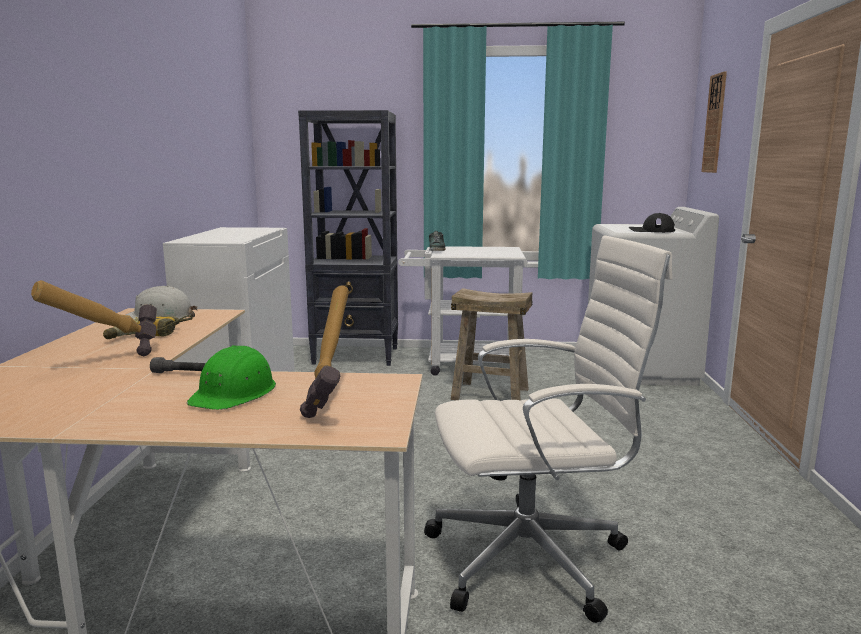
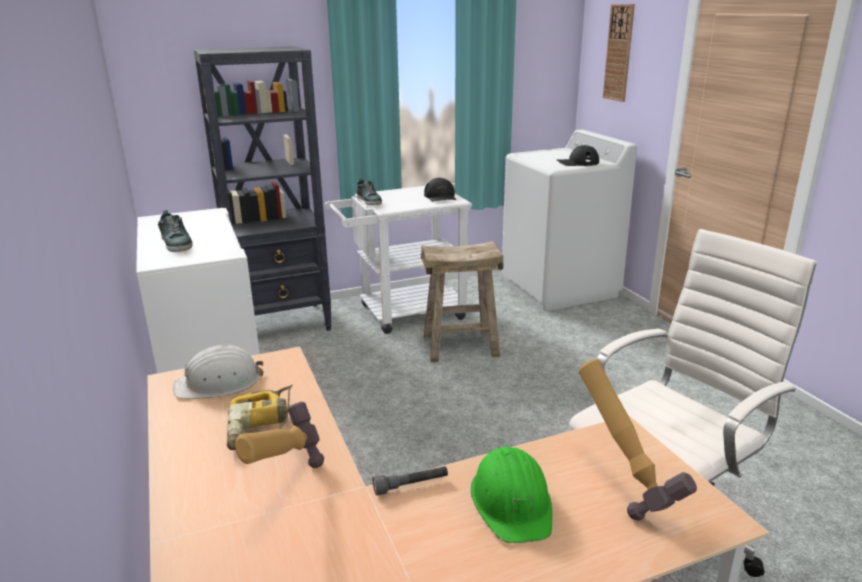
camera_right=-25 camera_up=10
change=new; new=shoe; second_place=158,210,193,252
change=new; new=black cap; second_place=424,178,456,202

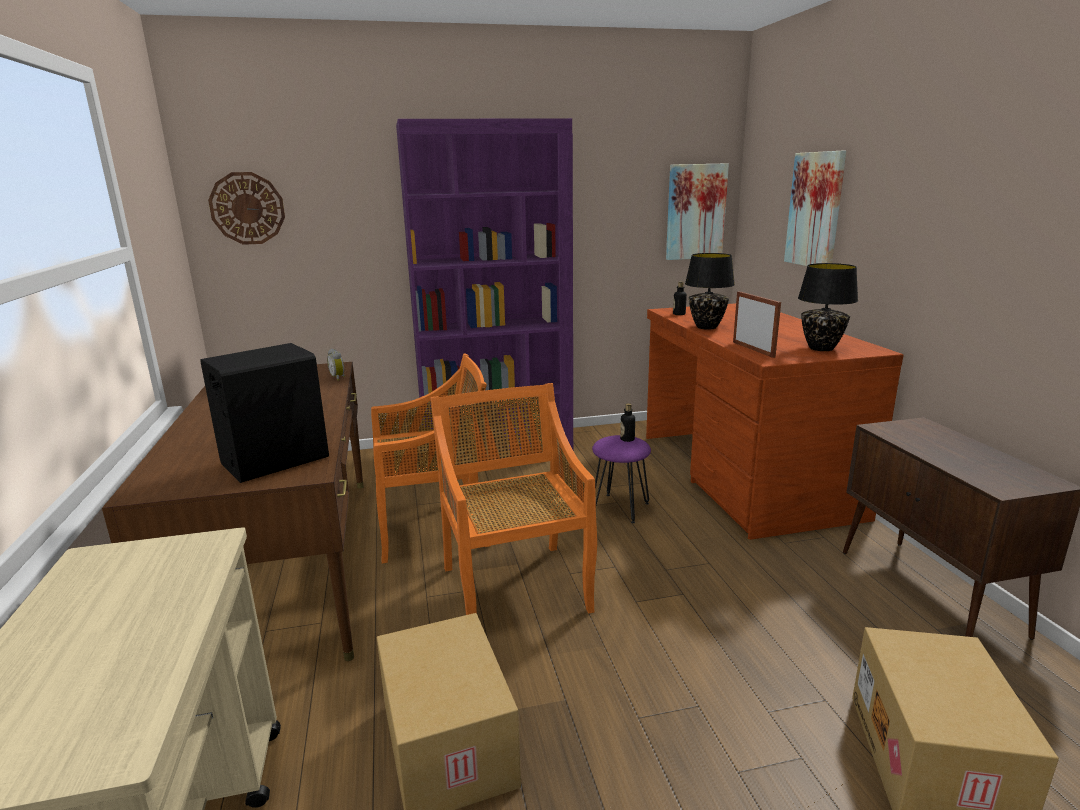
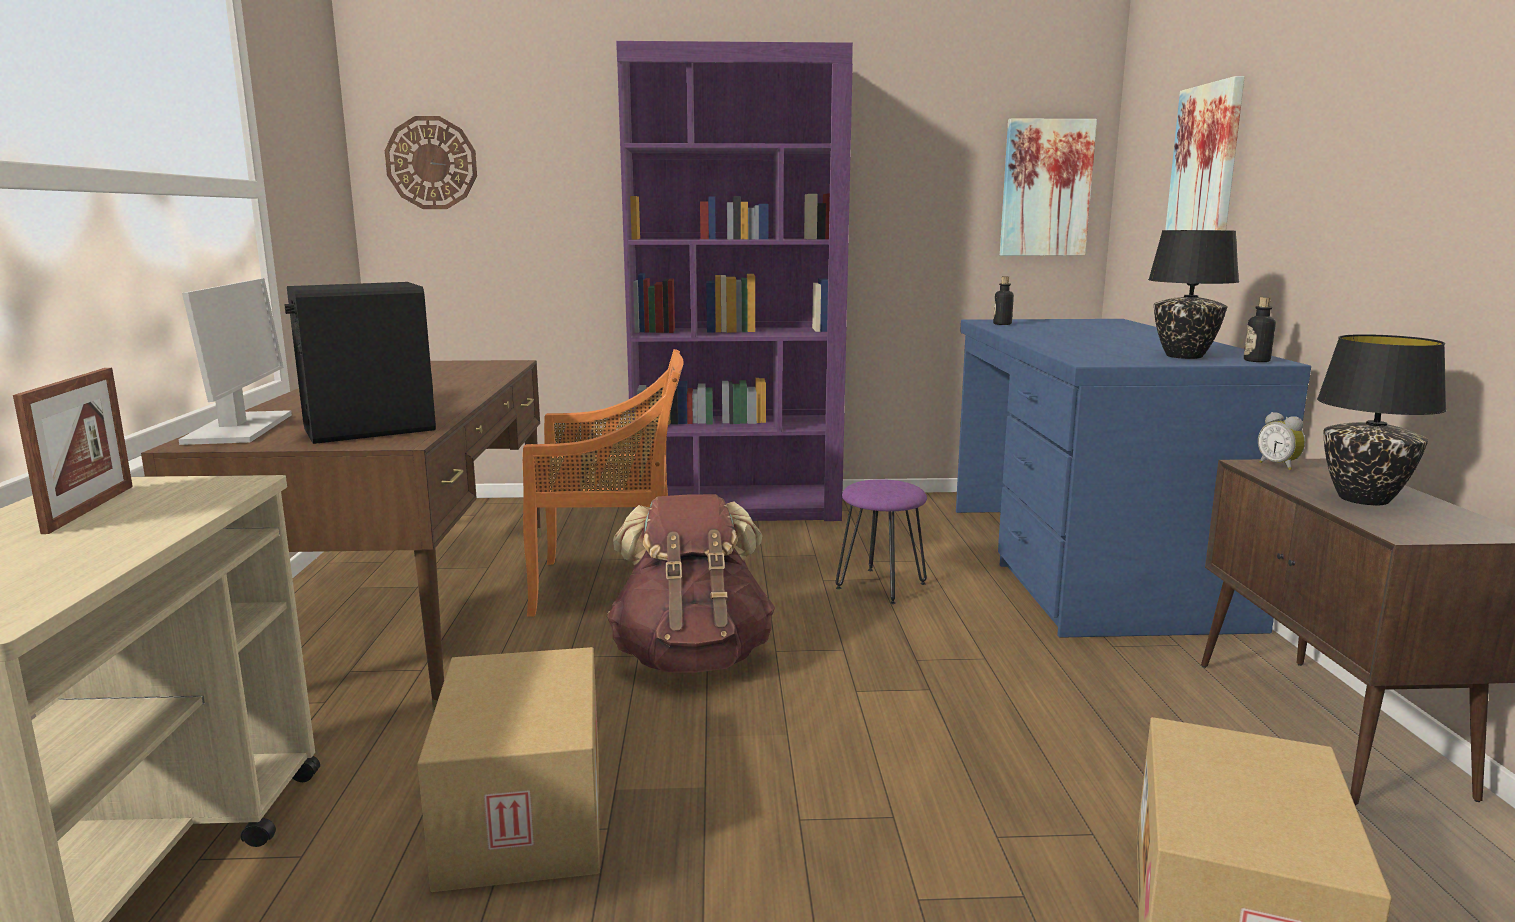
camera_right=10 camera_up=-5
change=shifted; old=alarm clock; first_place=327,349,345,381; second_place=1258,412,1305,471
change=swapped; old=orange chair; new=brown backpack; first_place=430,383,597,615; second_place=607,494,775,673
change=shifted; old=bottle; first_place=620,403,635,442; second_place=1244,297,1276,362
change=repainted; old=brown desk; new=blue desk; first_place=646,303,904,540; second_place=956,319,1311,638
change=shifted; old=black table lamp; first_place=685,253,735,330; second_place=1317,334,1447,505
change=shifted; old=picture frame; first_place=733,291,781,358; second_place=13,368,133,534
change=new; new=monitor; second_place=178,278,292,445

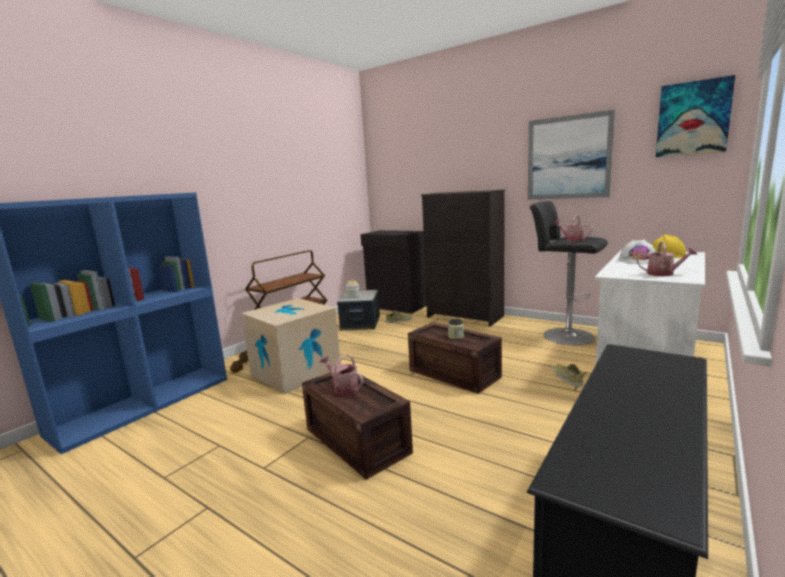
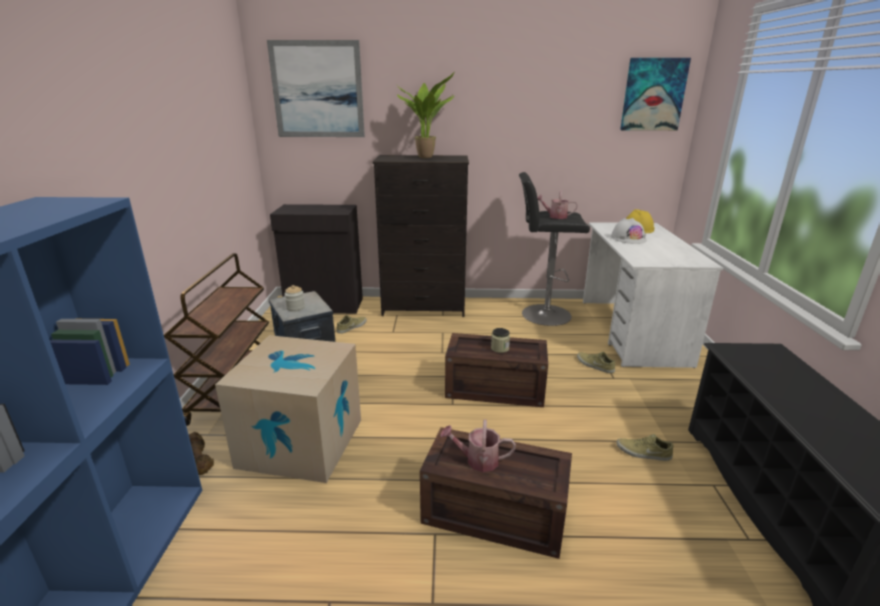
camera_right=-35 camera_up=10
change=shifted; old=picture; first_place=528,109,615,200; second_place=267,40,365,137
change=gone; old=watering can; first_place=636,241,698,276
change=new; new=potted plant; second_place=397,71,455,158
change=new; new=beige shoe; second_place=616,434,673,461

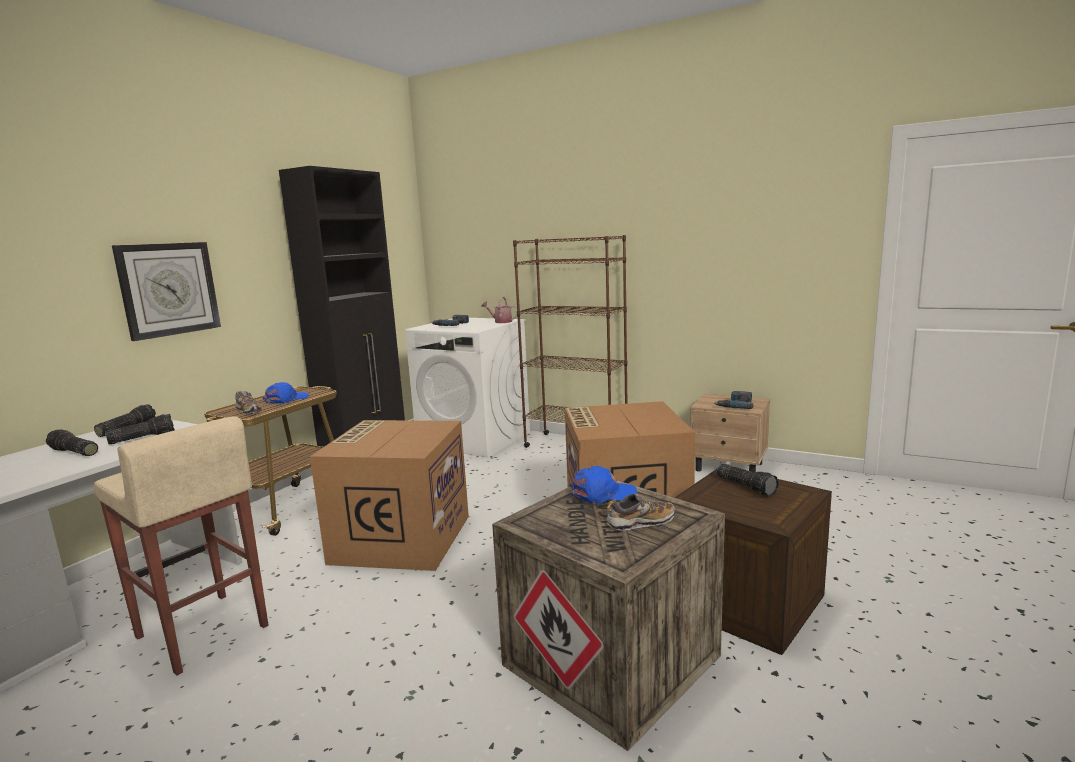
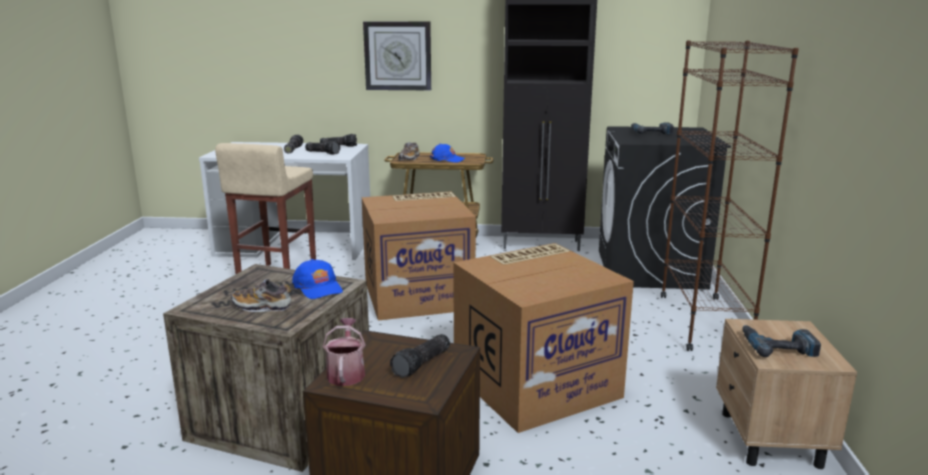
camera_right=65 camera_up=5
change=repainted; old=white washing machine; new=black washing machine; first_place=405,318,530,458; second_place=599,126,731,290
change=shifted; old=watering can; first_place=481,296,517,323; second_place=323,318,366,386
change=rotated; old=shoe; first_place=606,493,675,530; second_place=231,279,292,312; degrees=135

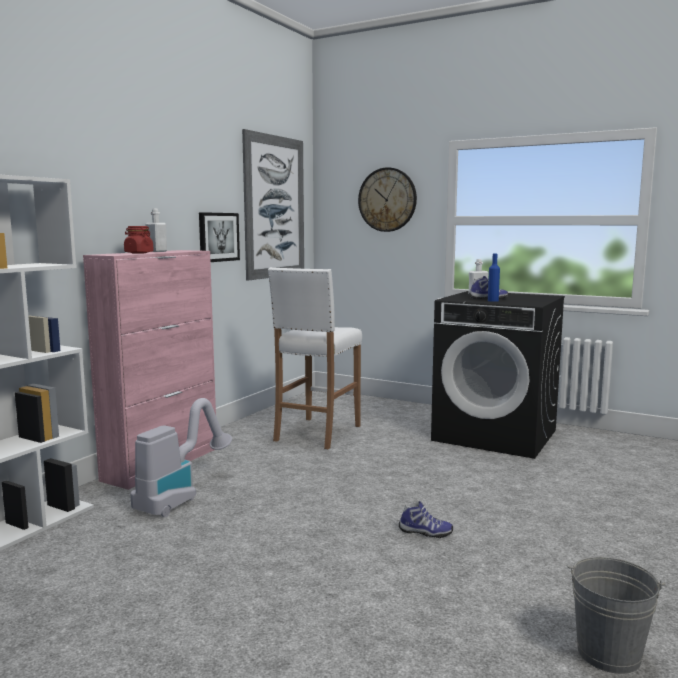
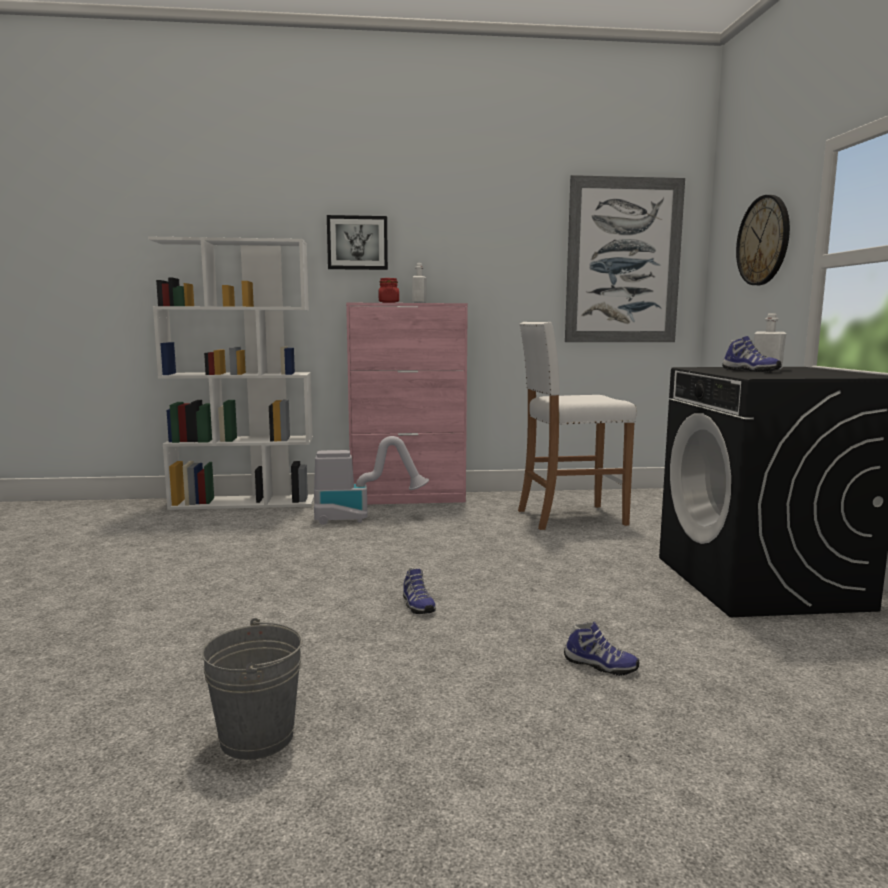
camera_right=55 camera_up=0
change=shifted; old=picture; first_place=199,212,240,262; second_place=327,215,388,270
change=gone; old=blue bottle; first_place=488,254,500,302
change=new; new=shoe; second_place=564,622,639,676

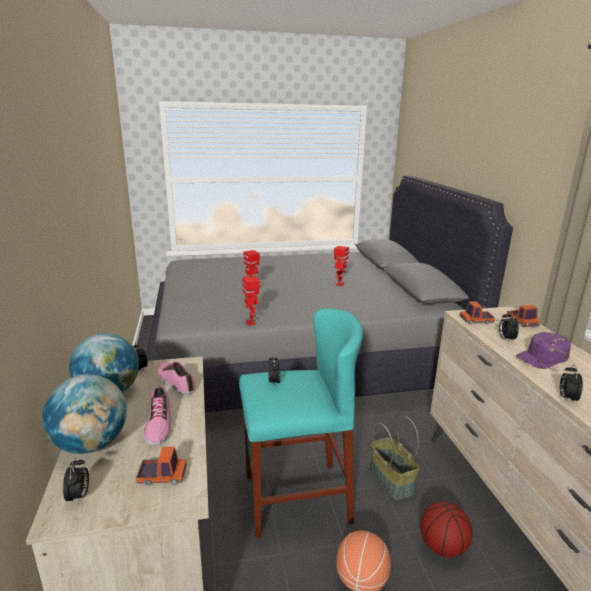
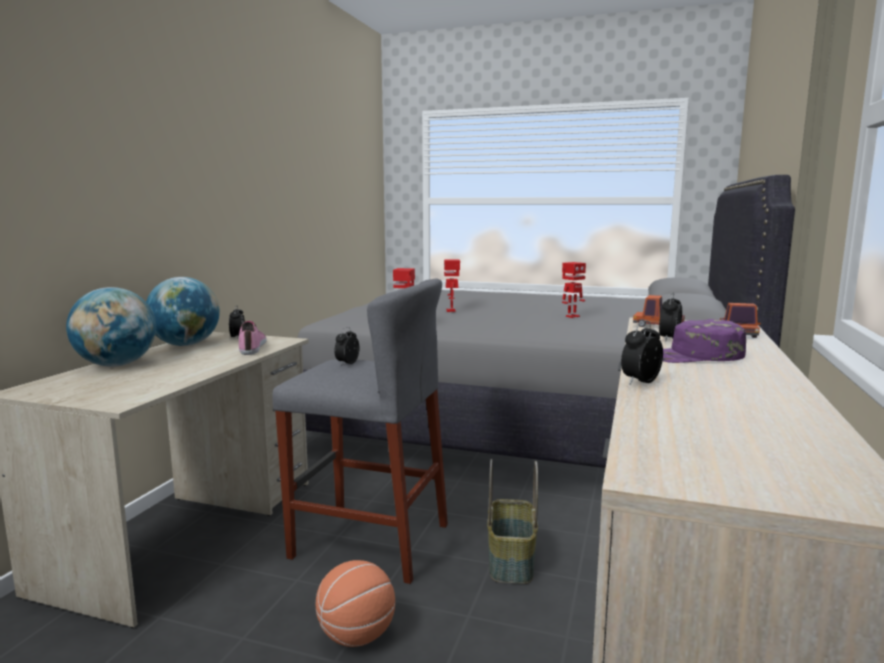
camera_right=30 camera_up=-10
change=gone; old=alarm clock; first_place=63,458,89,504
change=gone; old=toy truck; first_place=136,447,187,485
change=gone; old=shoe; first_place=144,386,171,445
change=repainted; old=turquoise stool; new=grey stool; first_place=239,308,363,538; second_place=273,278,448,584
change=gone; old=basketball; first_place=420,501,473,558

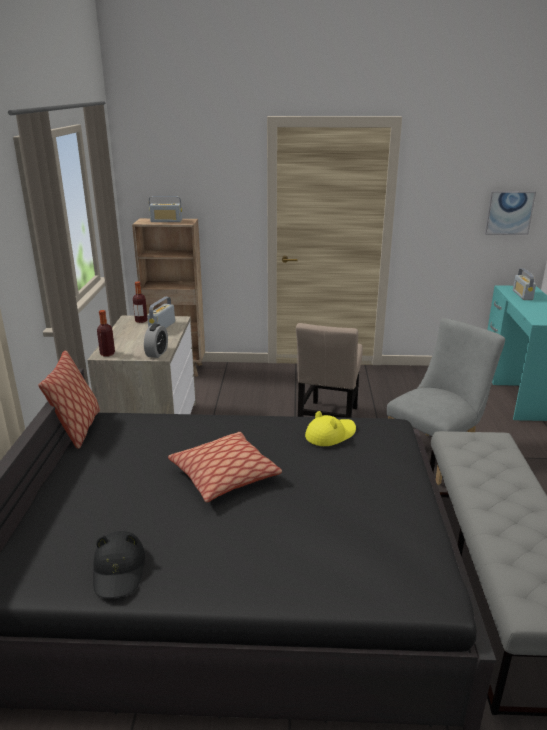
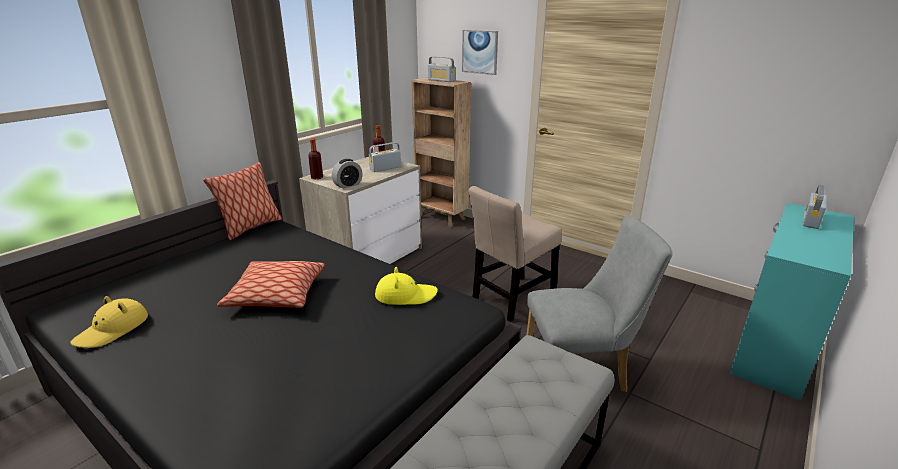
camera_right=35 camera_up=0
change=repainted; old=black hat; new=yellow hat; first_place=93,531,145,598; second_place=71,296,148,348
change=shifted; old=picture; first_place=485,191,536,235; second_place=462,30,498,75

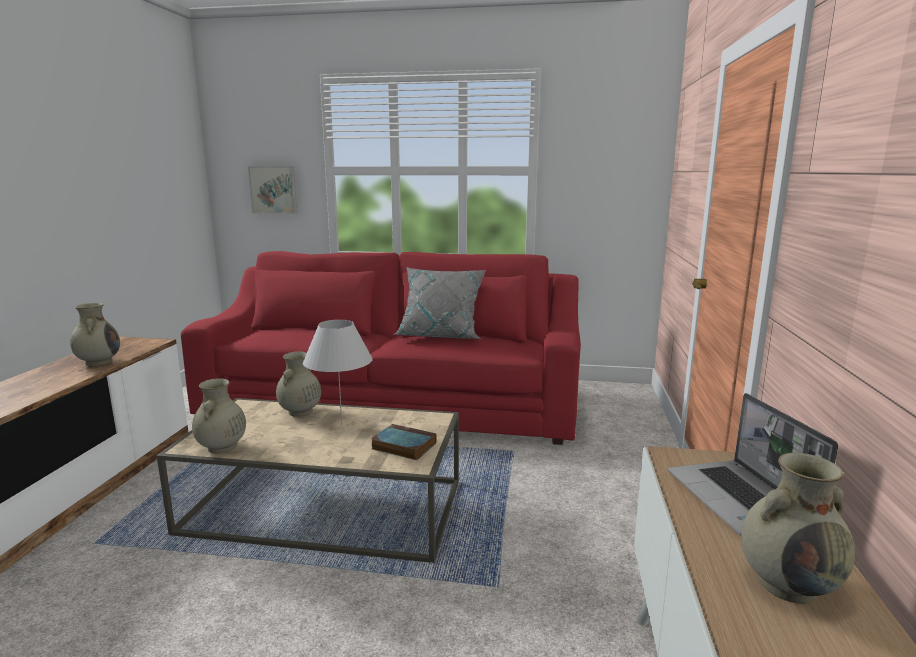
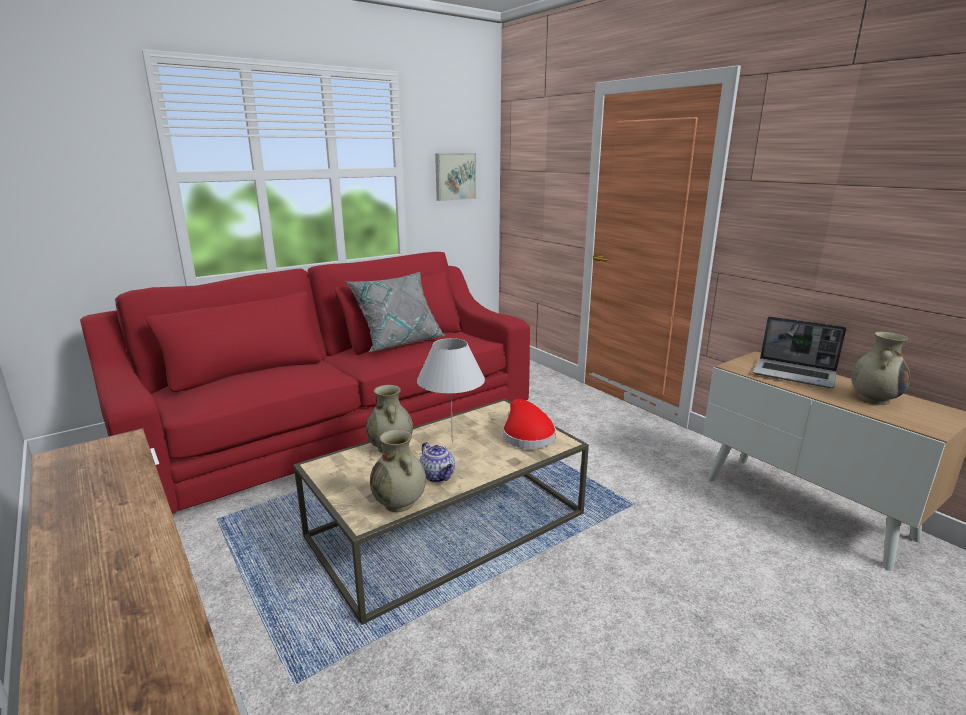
camera_right=-45 camera_up=5
change=gone; old=beige vase; first_place=70,303,120,366
change=shifted; old=picture; first_place=248,166,297,214; second_place=435,153,476,201
change=swapped; old=book; new=red hat; first_place=371,424,436,460; second_place=503,399,556,449
change=new; new=teapot; second_place=419,442,455,482

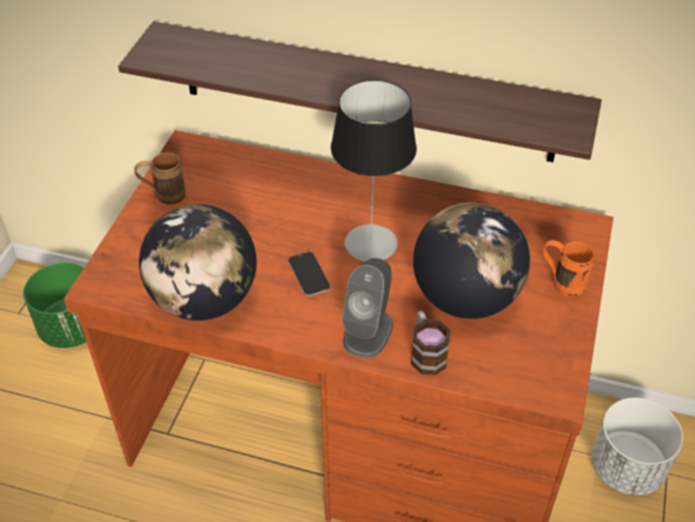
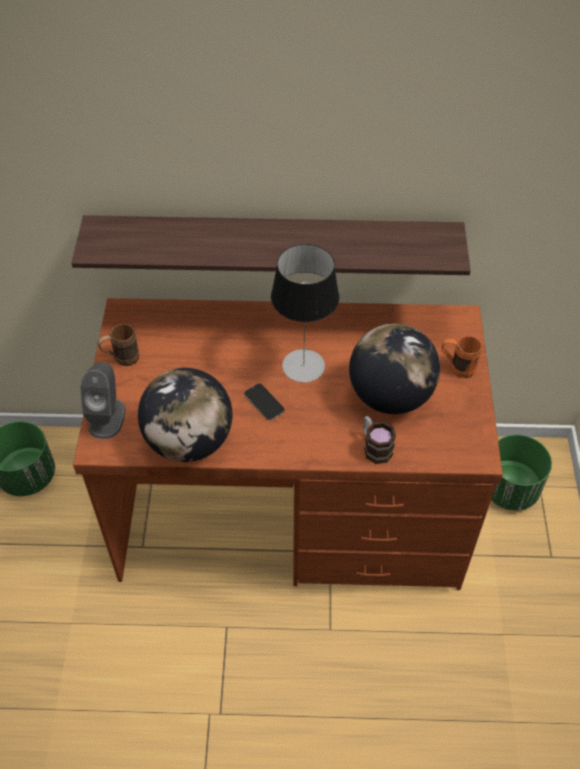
camera_right=-15 camera_up=5
change=shifted; old=grey speaker; first_place=342,258,393,358; second_place=80,362,125,439
change=repainted; old=white planter; new=green planter; first_place=592,398,683,496; second_place=491,434,552,510

